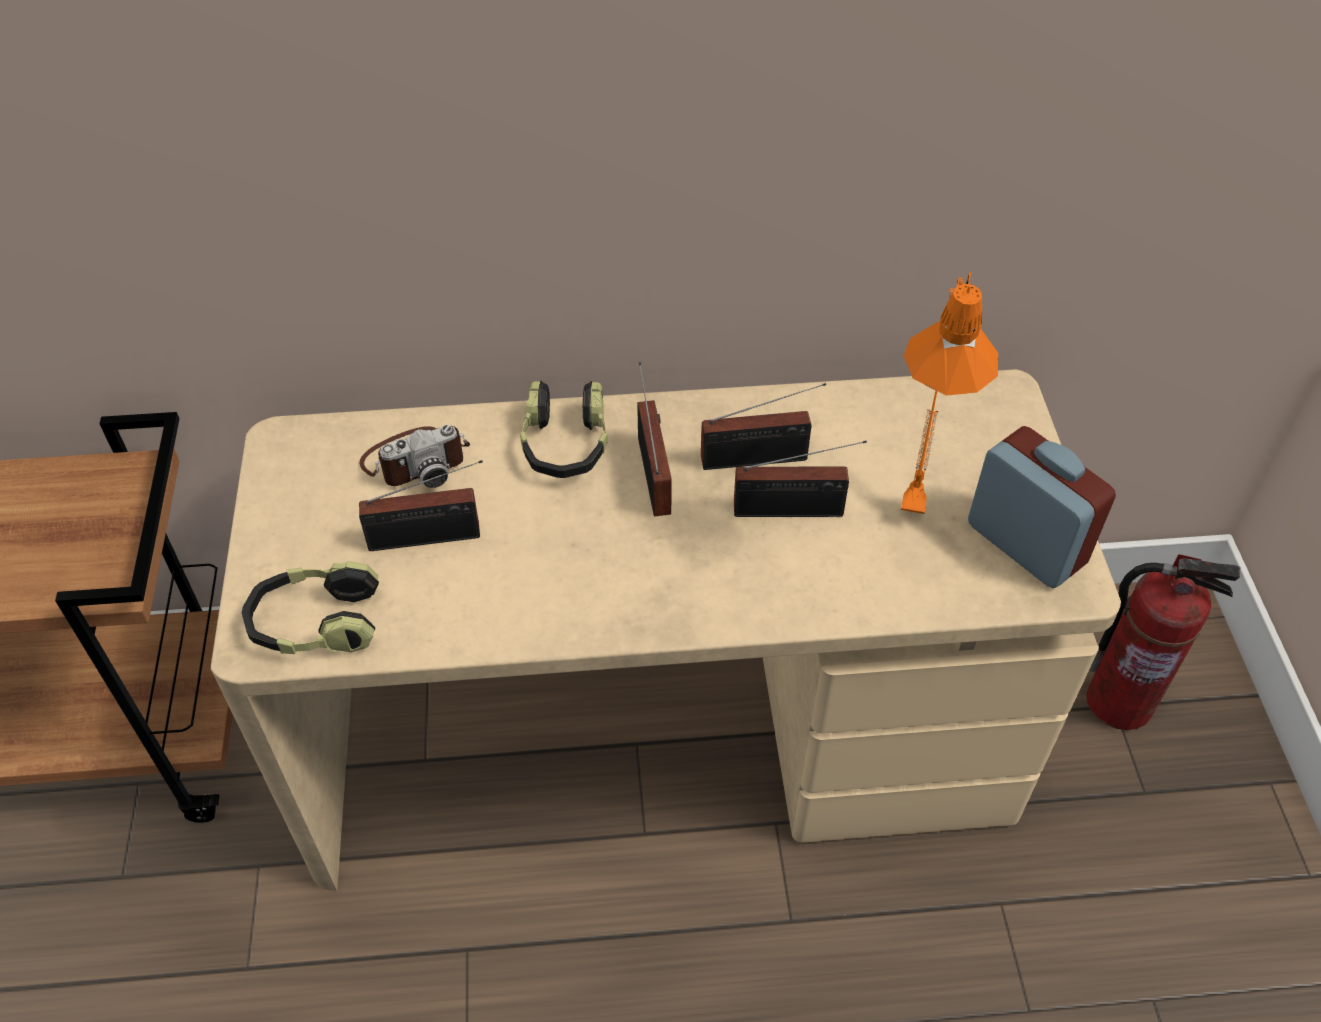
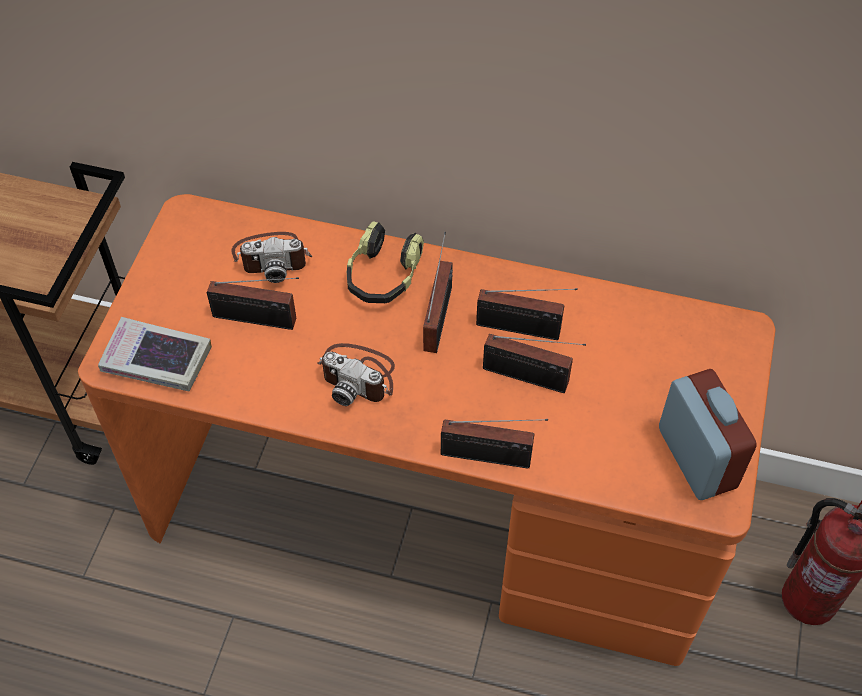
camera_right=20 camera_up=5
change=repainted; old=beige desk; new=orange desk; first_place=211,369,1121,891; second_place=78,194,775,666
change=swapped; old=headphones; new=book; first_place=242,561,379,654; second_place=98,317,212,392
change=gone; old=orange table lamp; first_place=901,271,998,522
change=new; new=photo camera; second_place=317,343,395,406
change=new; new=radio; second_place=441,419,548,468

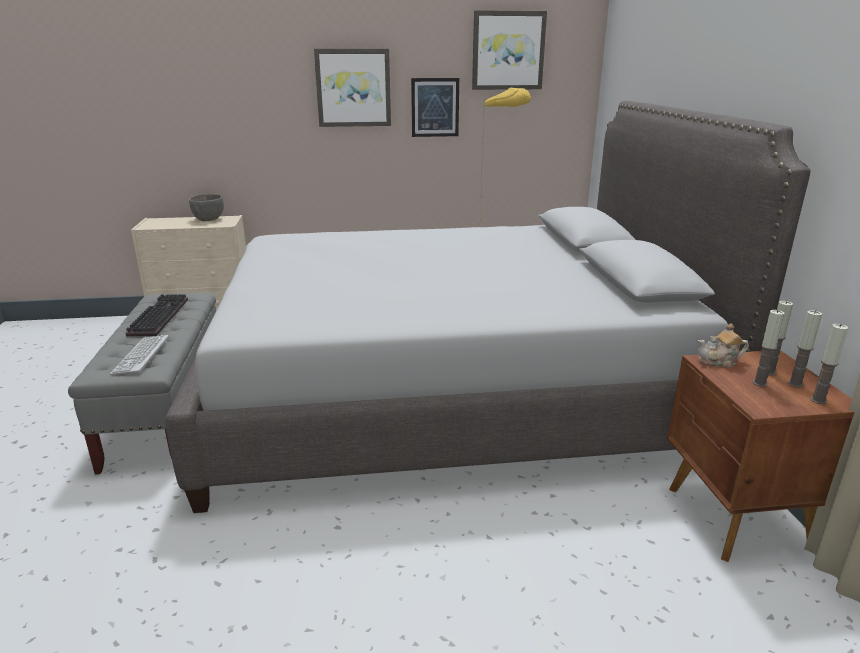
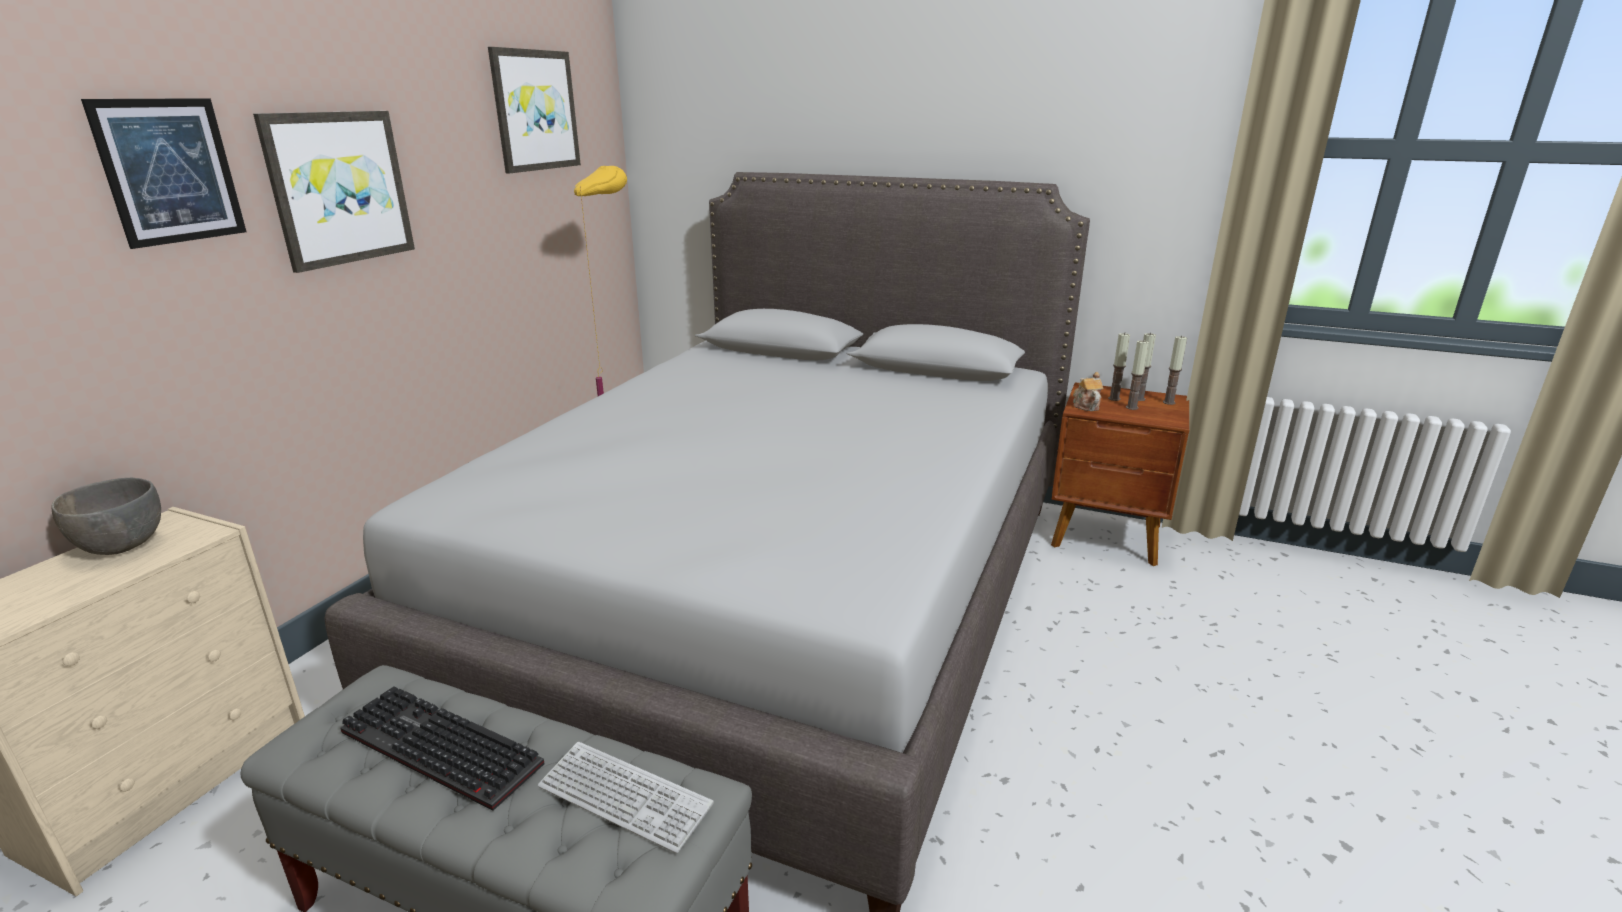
camera_right=-60 camera_up=0
change=shifted; old=picture; first_place=411,78,459,137; second_place=81,98,247,249
change=rotated; old=teapot; first_place=698,323,749,368; second_place=1073,372,1103,411; degrees=150

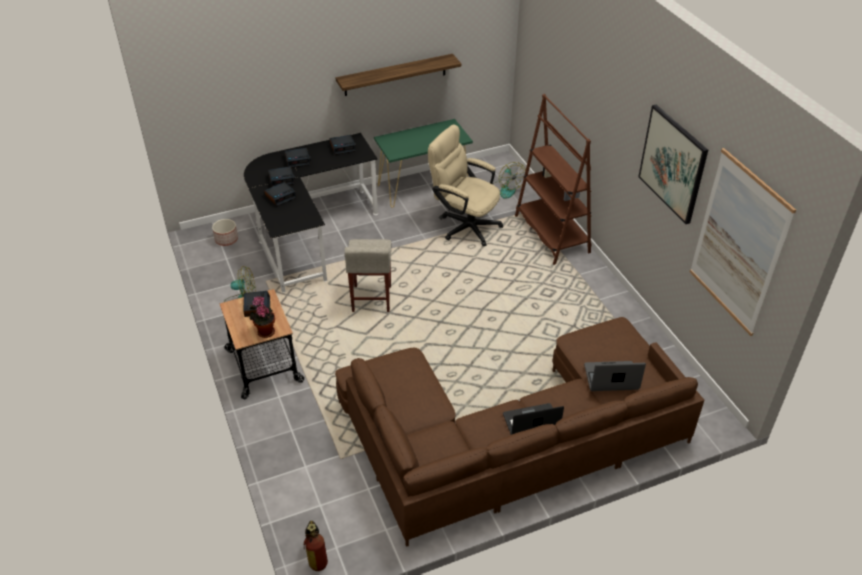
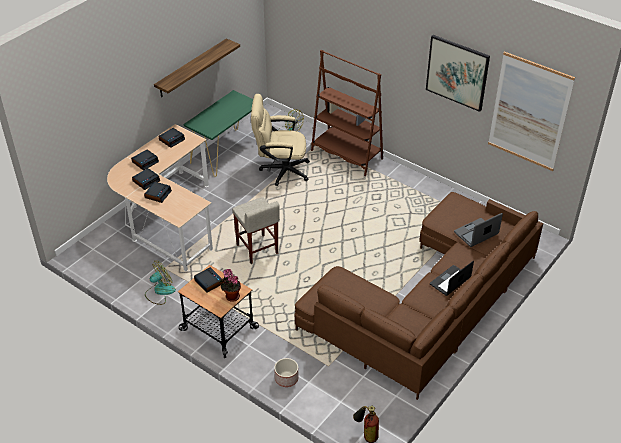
camera_right=-30 camera_up=0
change=shifted; old=planter; first_place=212,219,238,246; second_place=274,358,298,387
change=repainted; old=black desk; new=beige desk; first_place=244,133,378,293; second_place=107,124,213,271

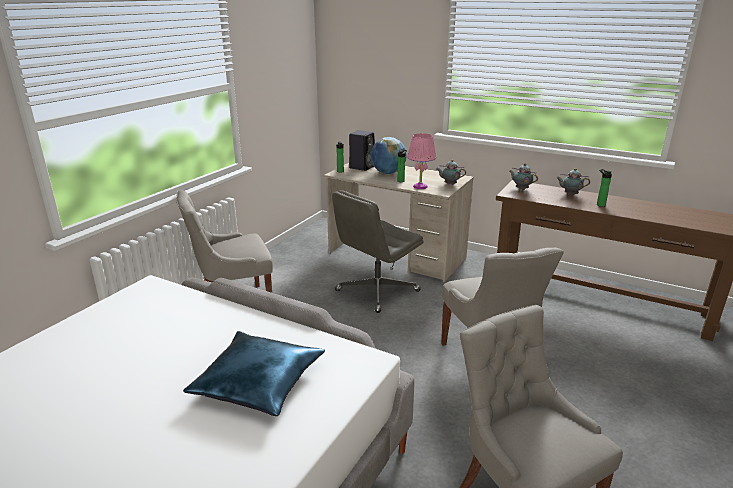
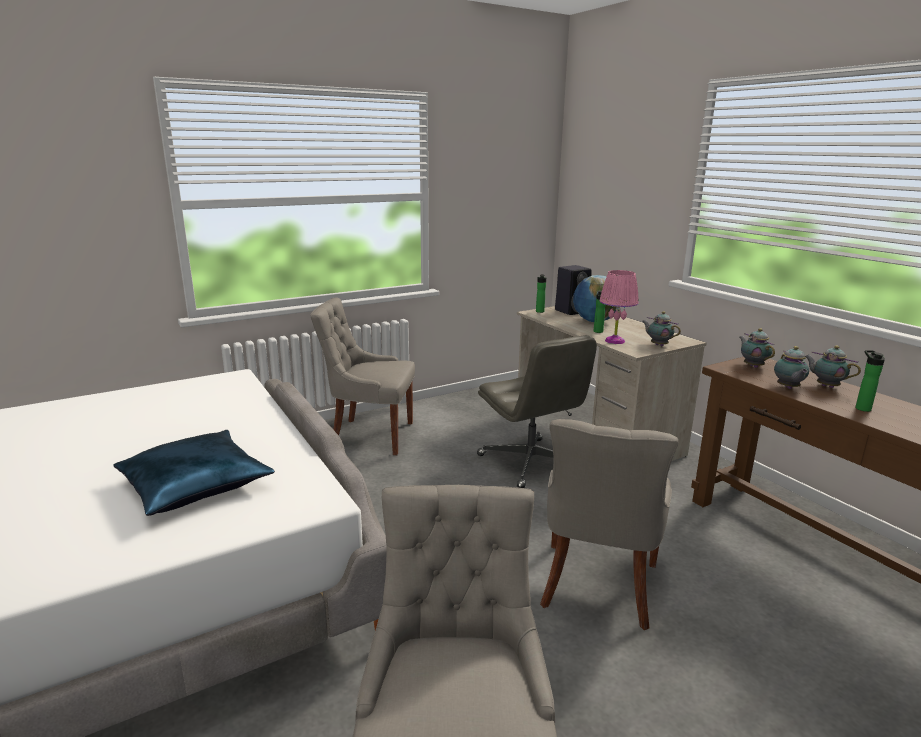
camera_right=30 camera_up=-5
change=rotated; old=grey office chair; first_place=332,190,423,313; second_place=477,335,597,488; degrees=-105
change=new; new=teapot; second_place=774,346,809,389

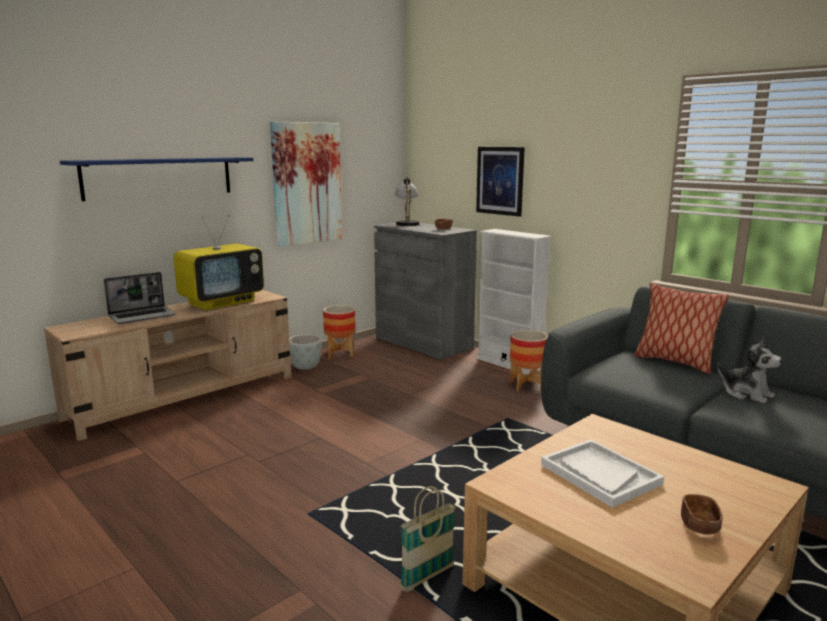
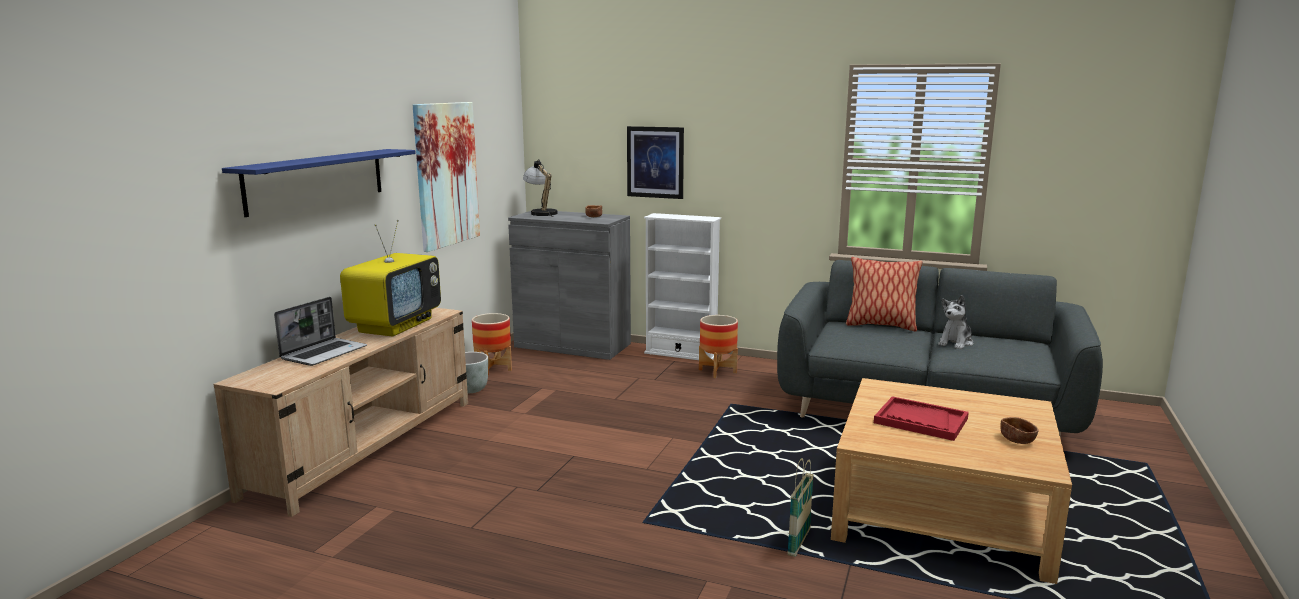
camera_right=-25 camera_up=0
change=repainted; old=white tray; new=red tray; first_place=541,439,664,508; second_place=874,396,969,441
change=rotated; old=plush toy; first_place=718,337,782,403; second_place=938,295,973,350; degrees=105

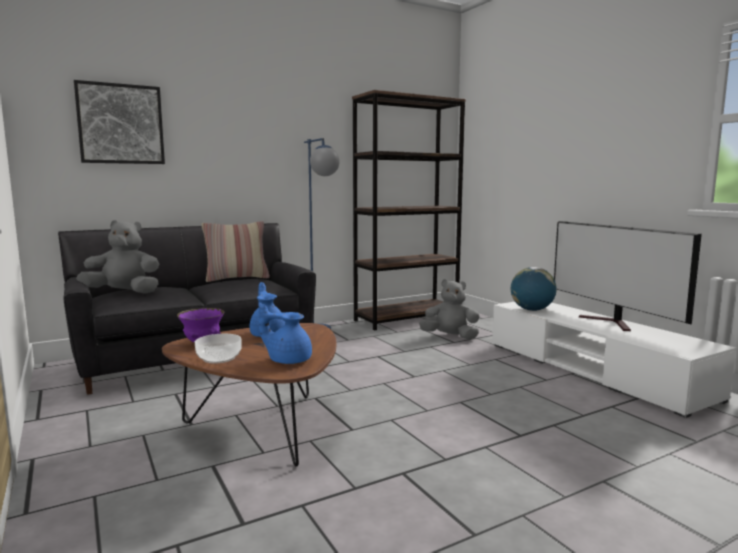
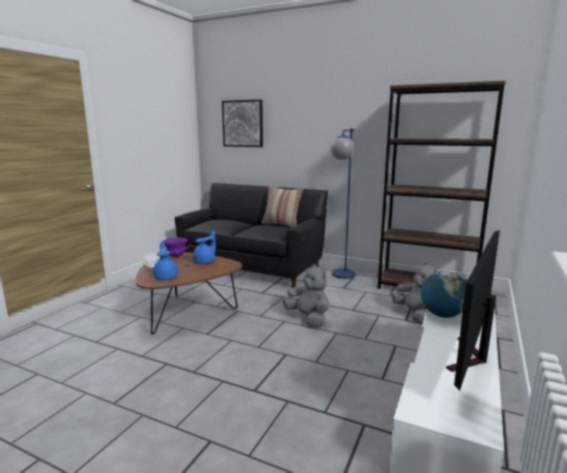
camera_right=55 camera_up=5
change=shifted; old=grey plush toy; first_place=76,220,159,294; second_place=282,264,330,327

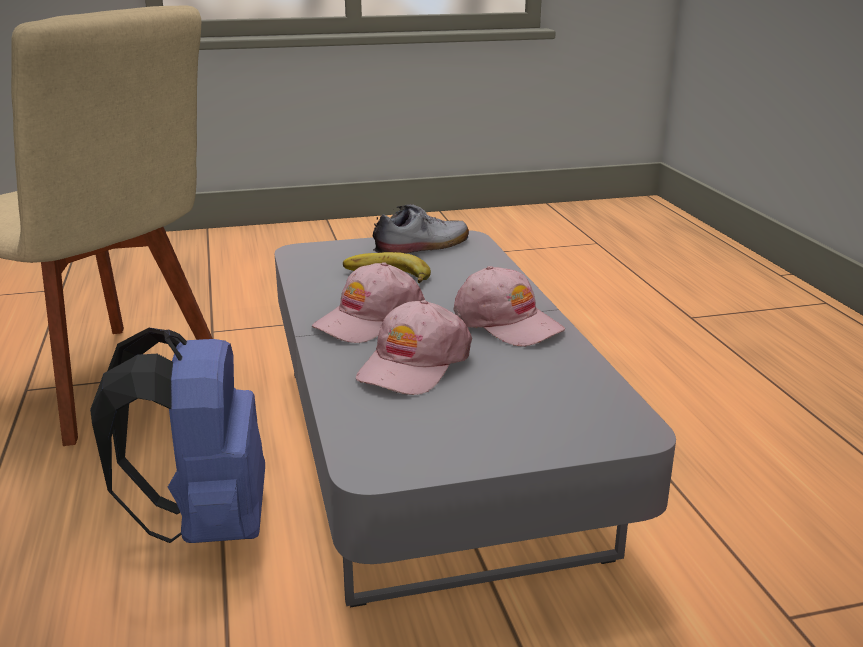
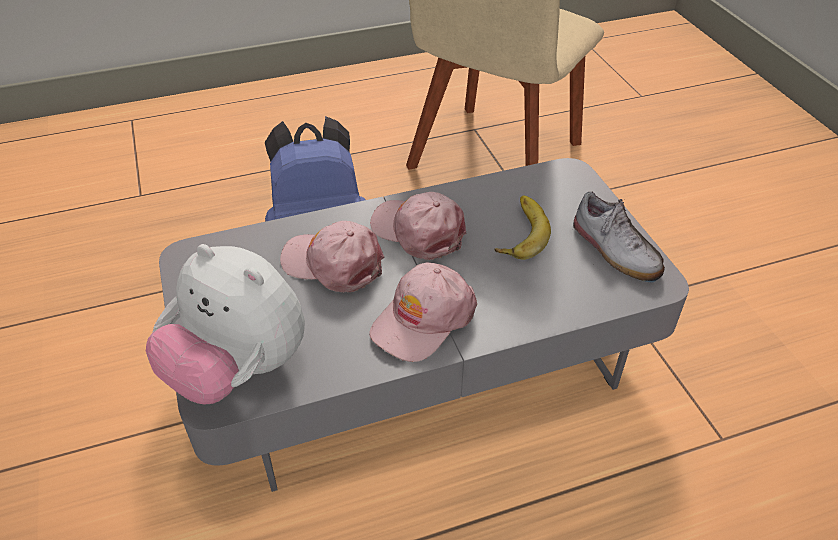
camera_right=85 camera_up=20
change=new; new=plush toy; second_place=146,244,305,405

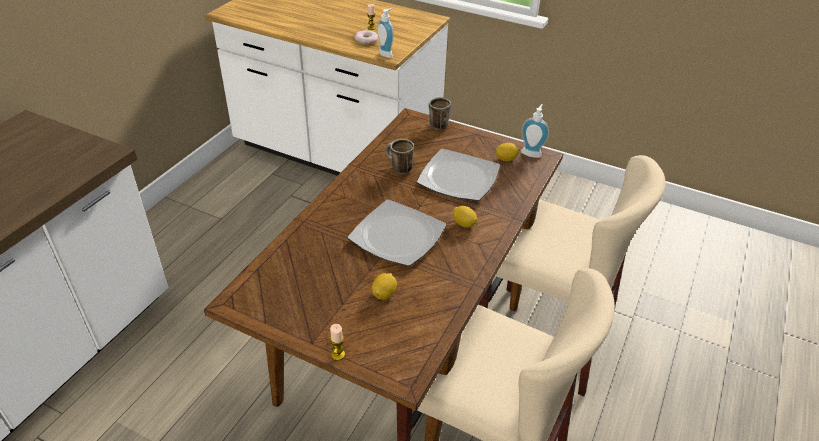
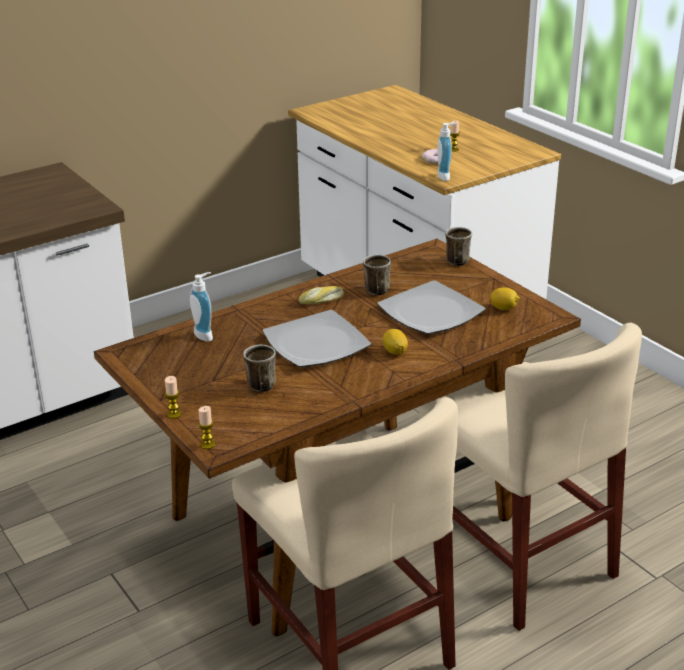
camera_right=30 camera_up=-10
change=swapped; old=lemon; new=mug; first_place=372,273,397,300; second_place=243,345,276,392
change=shifted; old=soap dispenser; first_place=521,104,549,158; second_place=190,272,213,342
change=new; new=candle; second_place=198,406,215,449
change=new; new=bread; second_place=299,286,344,304

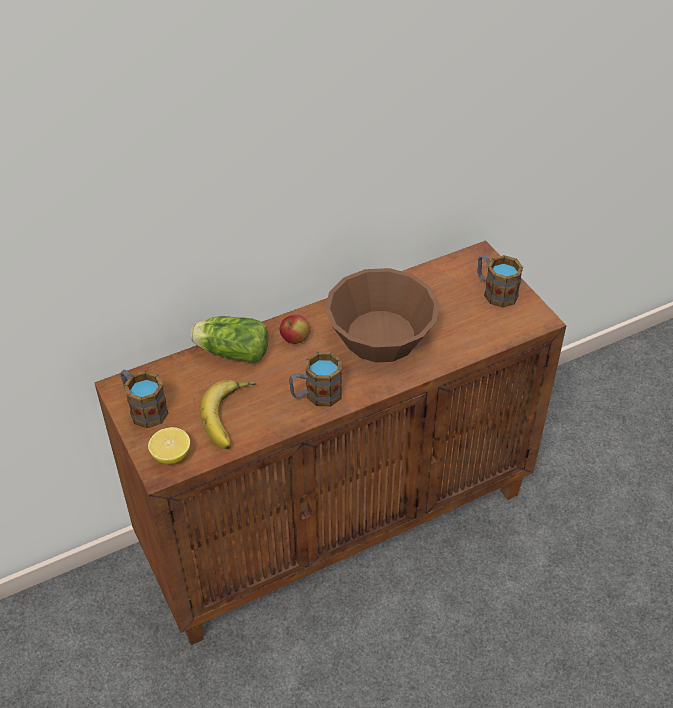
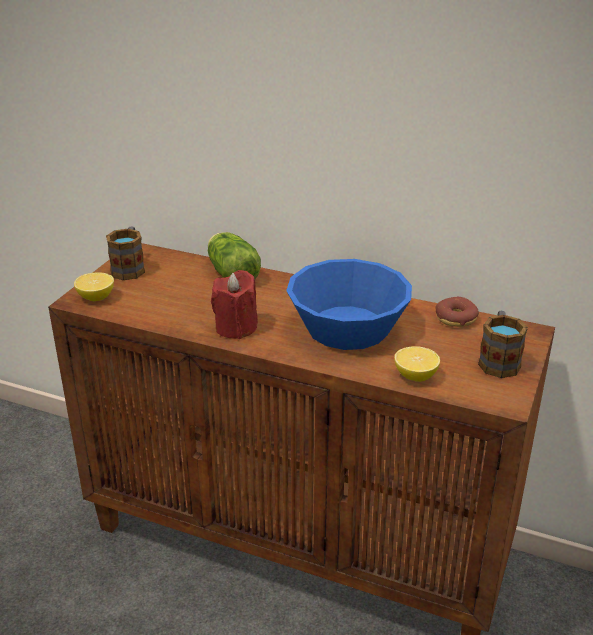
camera_right=50 camera_up=-15
change=gone; old=banana; first_place=200,380,256,449
change=gone; old=apple; first_place=280,315,310,344
change=swapped; old=mug; new=red candle; first_place=289,352,342,406; second_place=211,270,258,339
change=repainted; old=brown bowl; new=blue bowl; first_place=325,268,439,363; second_place=286,259,412,350
change=new; new=lemon; second_place=394,346,440,382
change=new; new=donut; second_place=435,297,479,327

